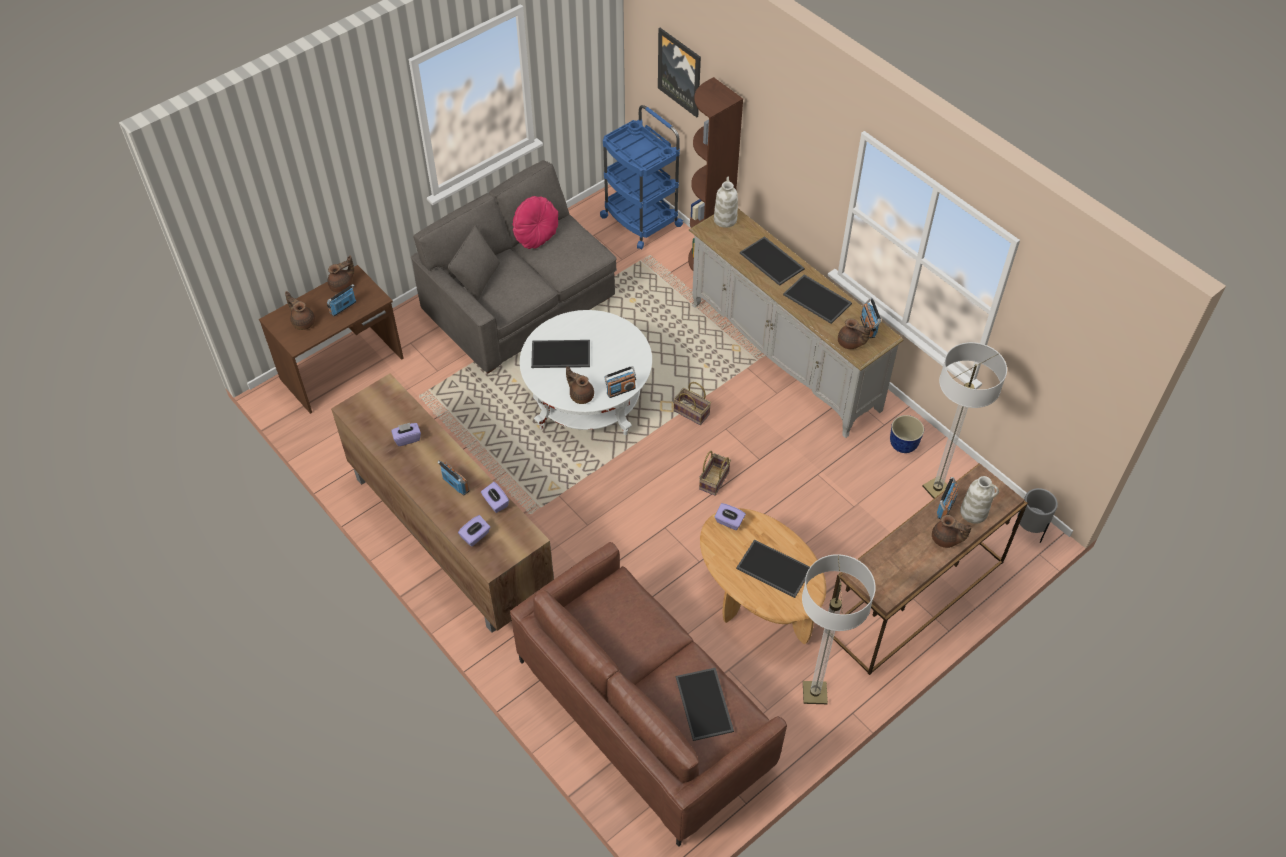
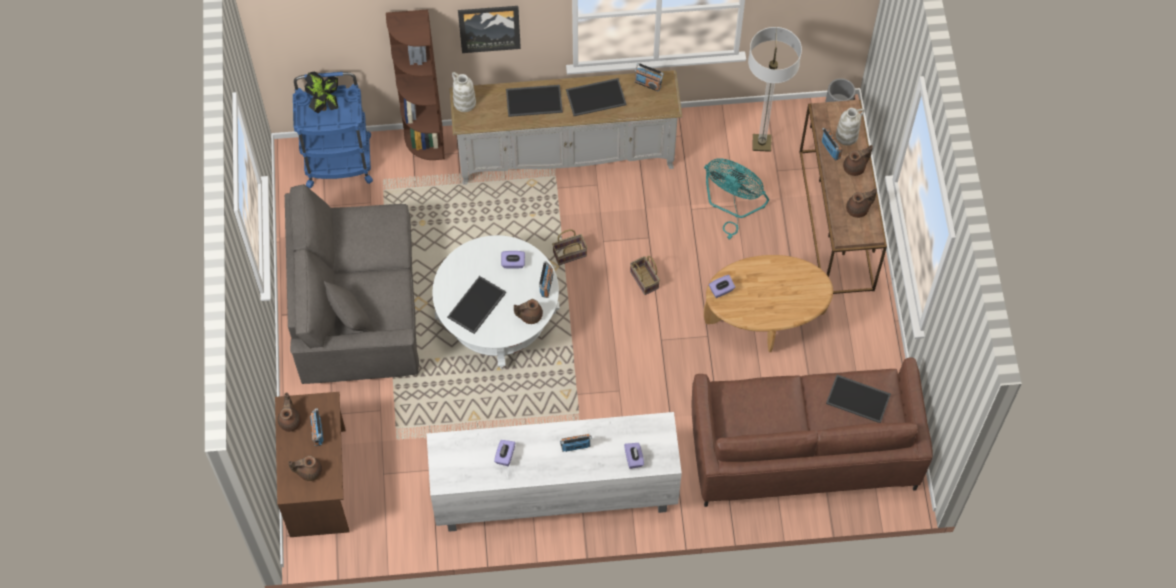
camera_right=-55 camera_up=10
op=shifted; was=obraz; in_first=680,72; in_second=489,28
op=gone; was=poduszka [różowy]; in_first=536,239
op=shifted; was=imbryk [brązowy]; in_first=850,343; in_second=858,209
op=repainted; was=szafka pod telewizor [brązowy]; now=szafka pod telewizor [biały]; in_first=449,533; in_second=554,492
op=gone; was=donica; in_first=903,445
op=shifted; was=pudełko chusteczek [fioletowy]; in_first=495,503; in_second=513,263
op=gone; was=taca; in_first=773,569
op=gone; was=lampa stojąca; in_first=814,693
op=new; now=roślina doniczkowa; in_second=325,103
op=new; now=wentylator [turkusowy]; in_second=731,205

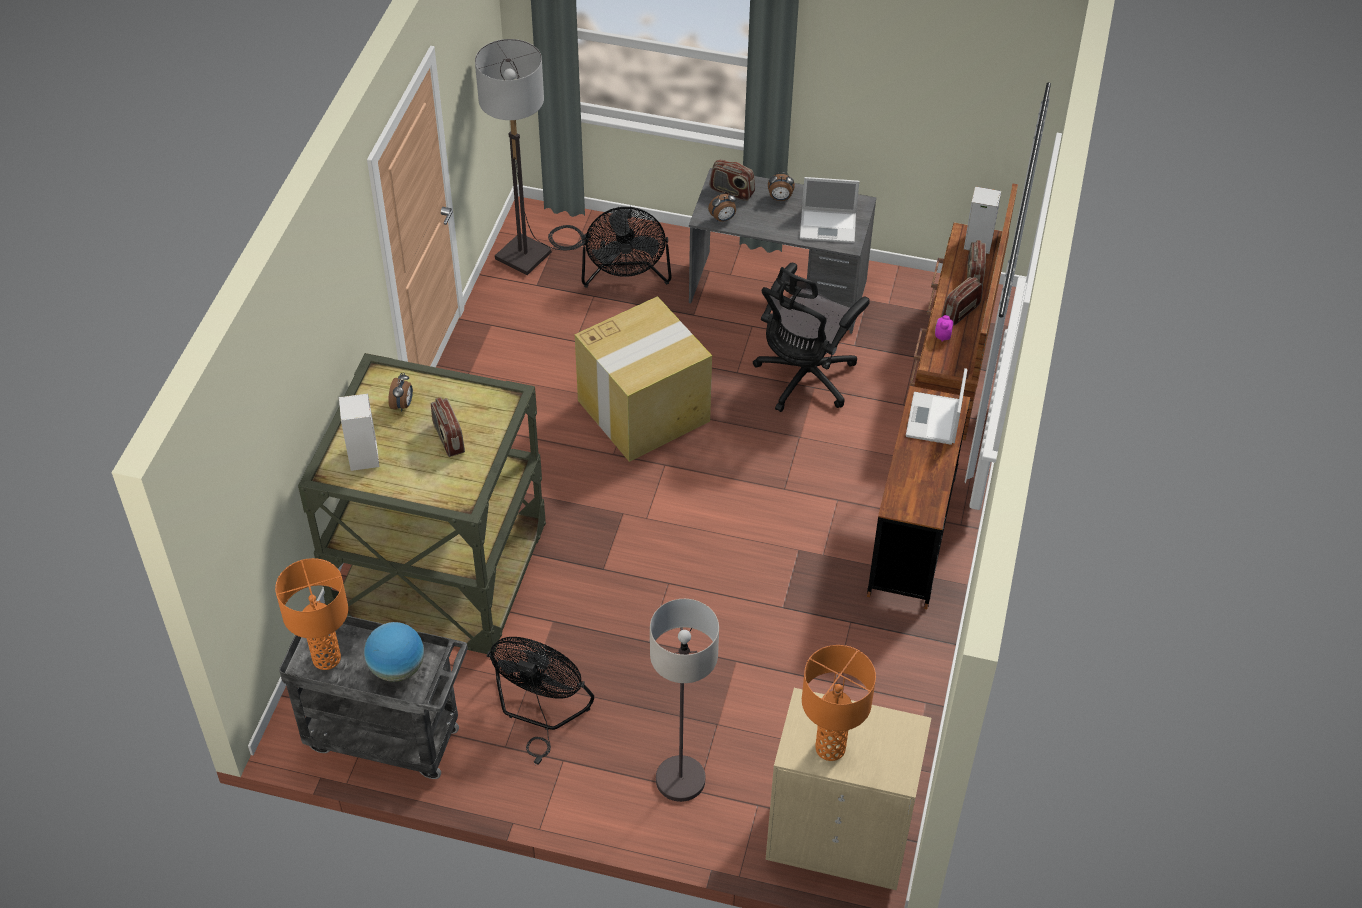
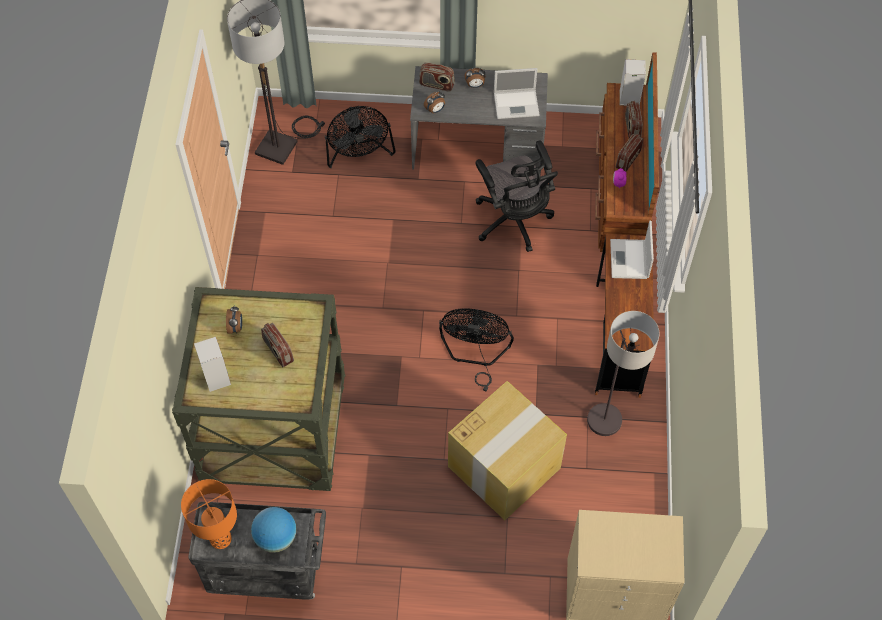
camera_right=-10 camera_up=10
op=rotated; was=krzesło biurowe; in_first=805,379; in_second=513,220; clockwise=-45
op=shifted; was=karton; in_first=645,410; in_second=505,466
op=shifted; was=lampa stojąca [szary]; in_first=681,793; in_second=607,430
op=shifted; was=wentylator [czarny]; in_first=538,712; in_second=475,354
op=gone; was=lampa stołowa [pomarańczowy]; in_first=831,748

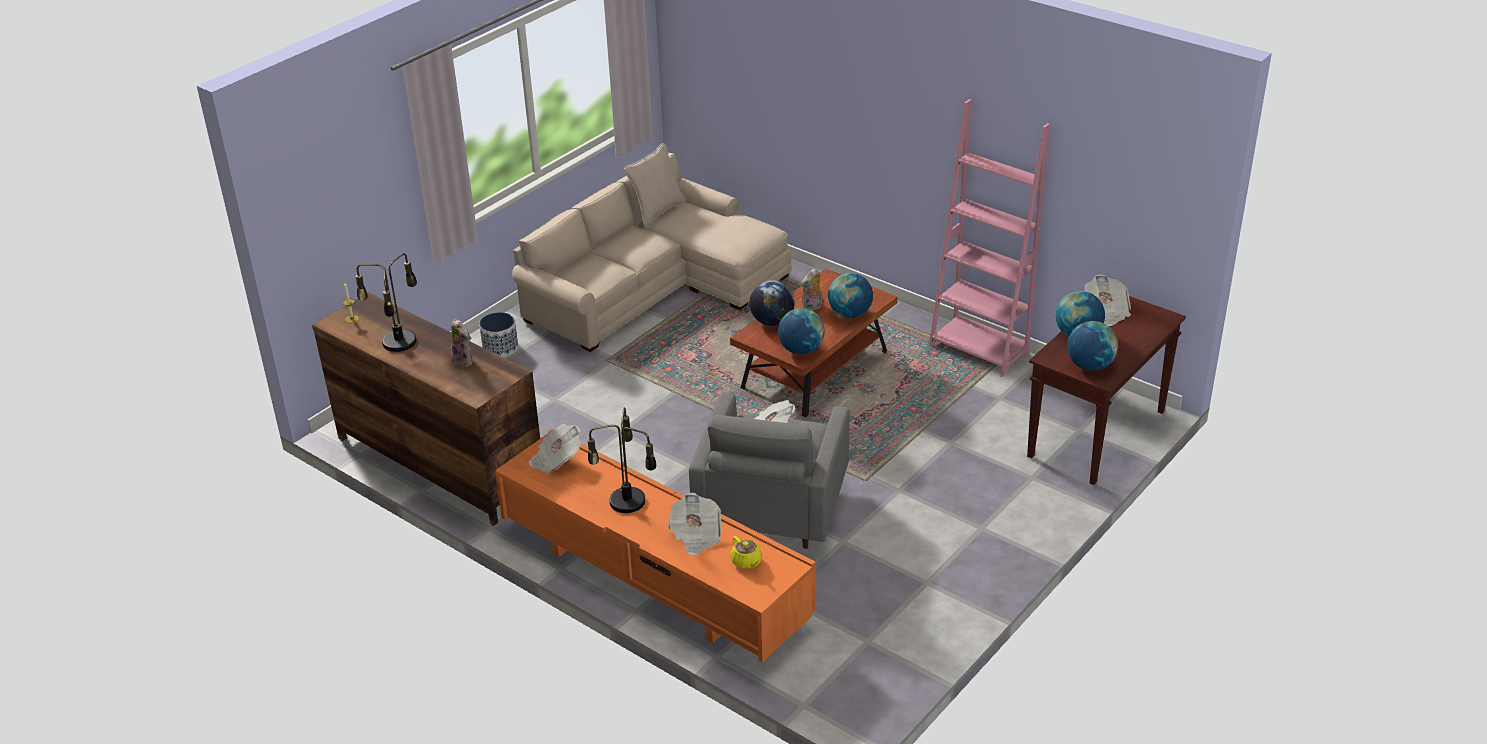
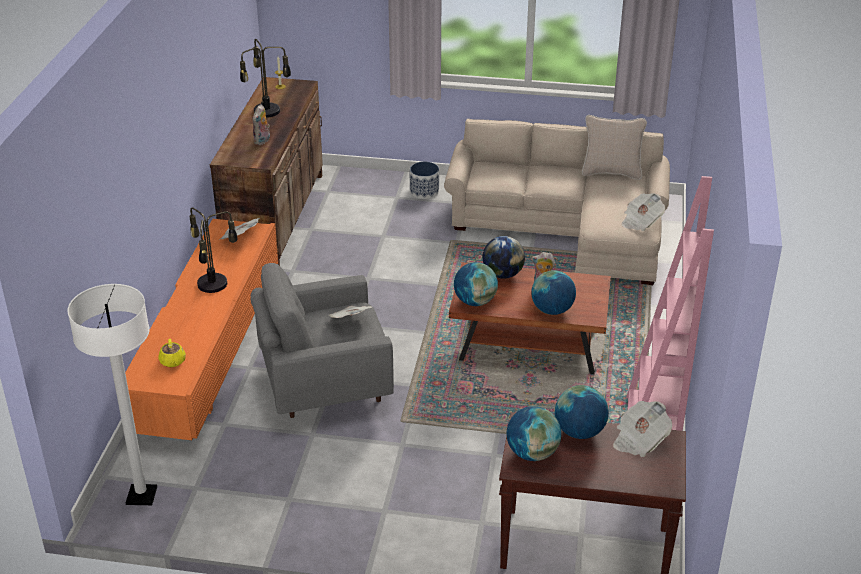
camera_right=60 camera_up=0
op=shifted; was=gazeta; in_first=696,536; in_second=640,222
op=rotated; was=imbryk [żółty]; in_first=746,562; in_second=172,362; clockwise=-45
op=new; now=lampa stojąca [biały]; in_second=141,496

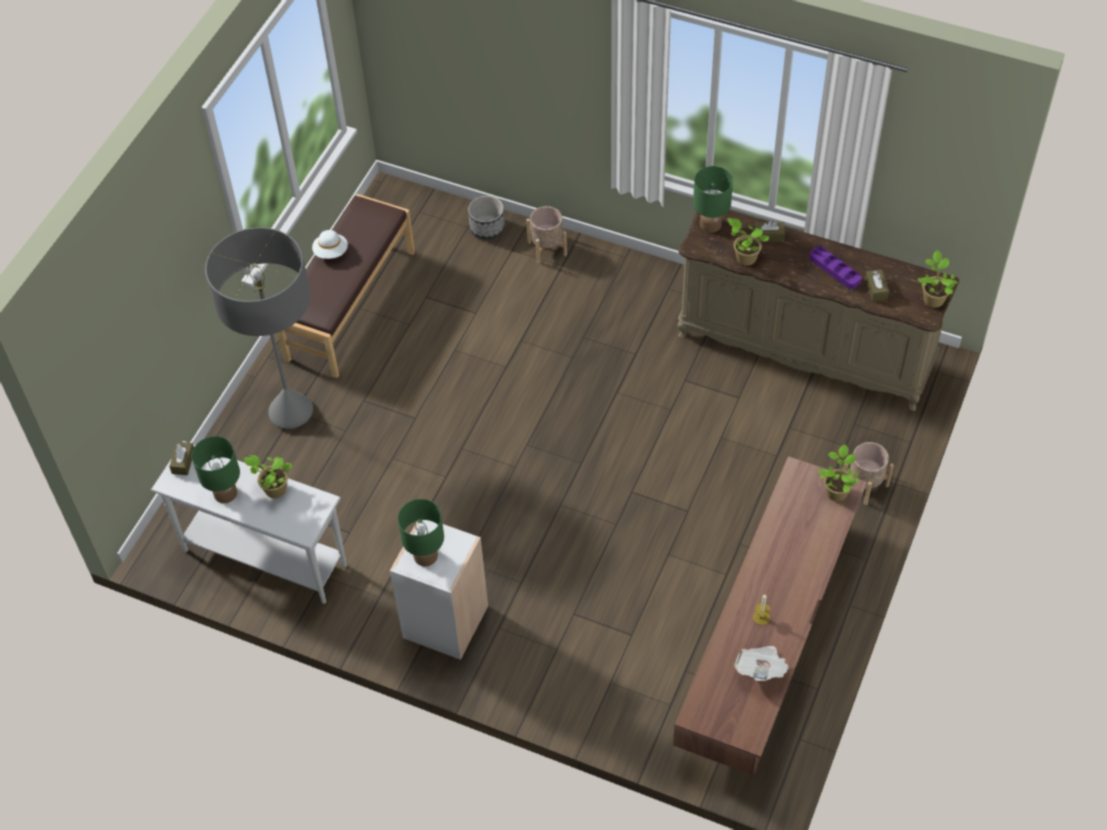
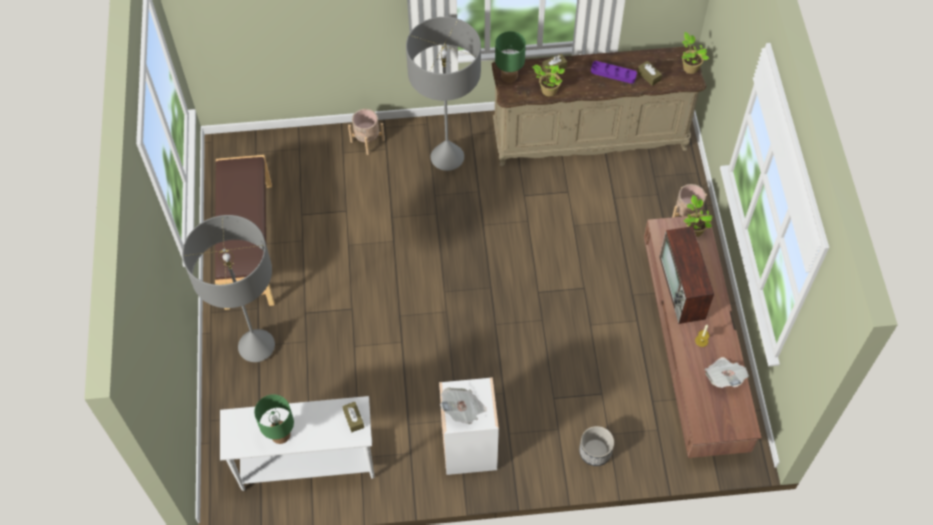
camera_right=-30 camera_up=5
op=shifted; was=donica; in_first=487,228; in_second=595,451
op=gone; was=kapelusz [biały]; in_first=331,252
op=shifted; was=pudełko chusteczek [brązowy]; in_first=183,462; in_second=353,419
op=gone; was=roślina doniczkowa; in_first=273,489
op=swapped; was=lampa stołowa [zielony]; now=gazeta; in_first=426,556; in_second=463,410
op=new; now=lampa stojąca [szary]; in_second=447,159
op=new; now=telewizor; in_second=683,289

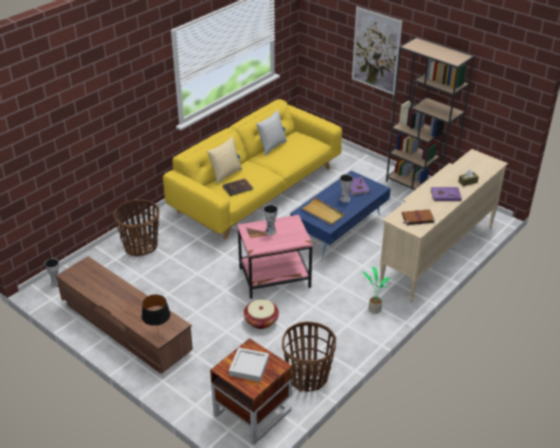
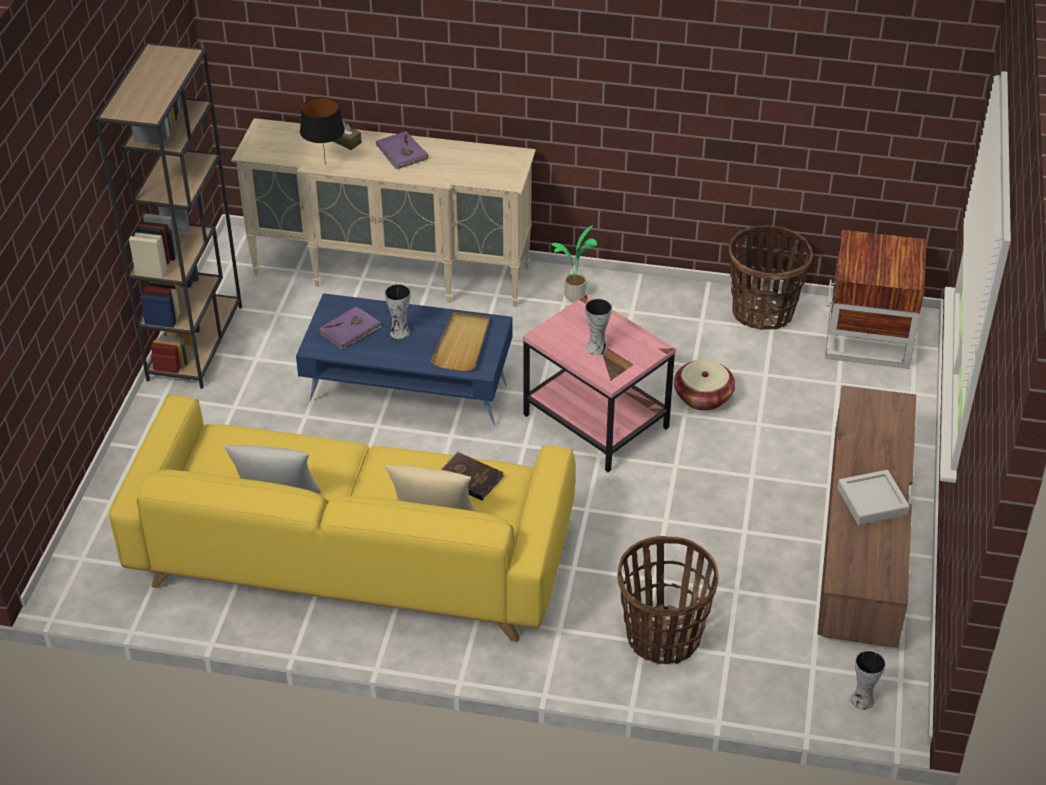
camera_right=-120 camera_up=5
op=gone; was=obraz; in_first=376,51
op=gone; was=książka [brązowy]; in_first=417,218
op=shifted; was=lampa stołowa [czarny]; in_first=158,333; in_second=324,164
op=shifted; was=taca [szary]; in_first=249,367; in_second=872,501

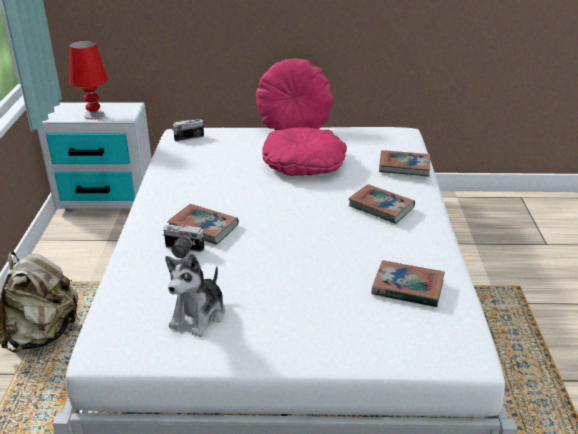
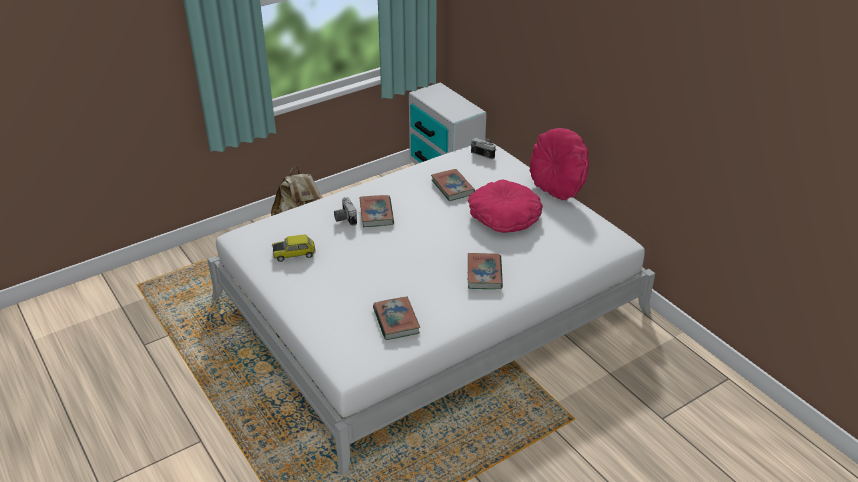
camera_right=55 camera_up=5
op=gone; was=lampa stołowa [czerwony]; in_first=94,115
op=shifted; was=książka; in_first=404,166; in_second=452,187
op=swapped; was=pluszak; now=samochodzik; in_first=199,315; in_second=294,253

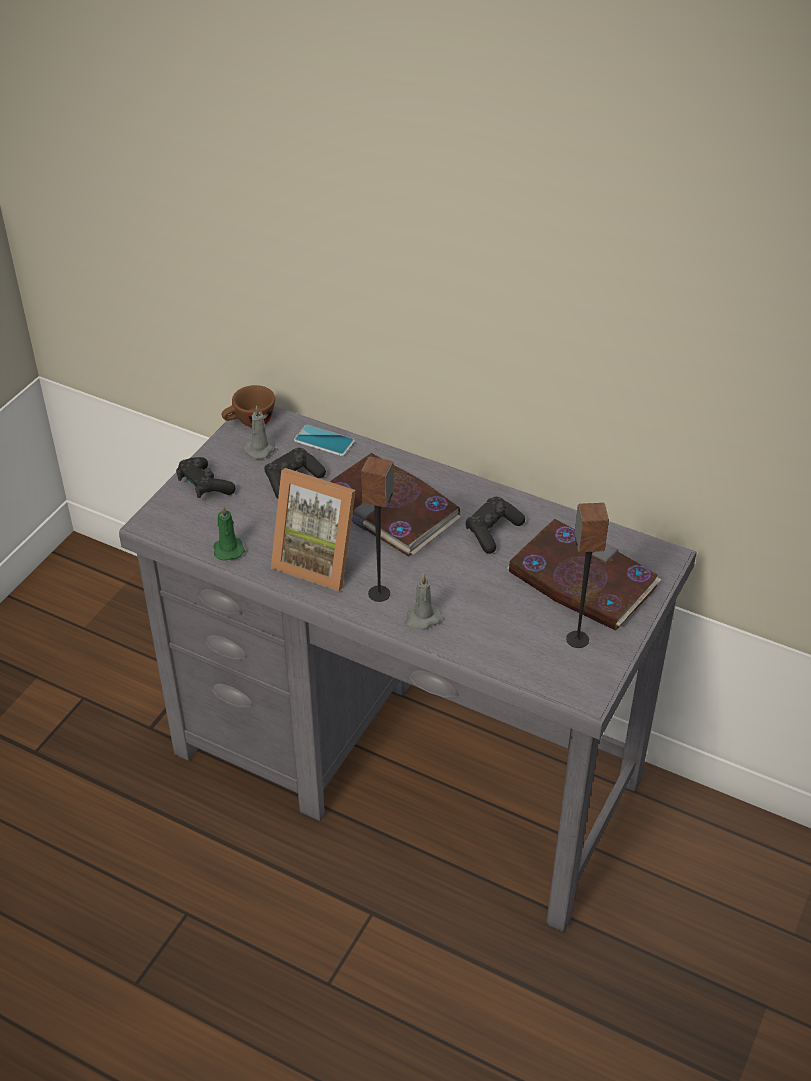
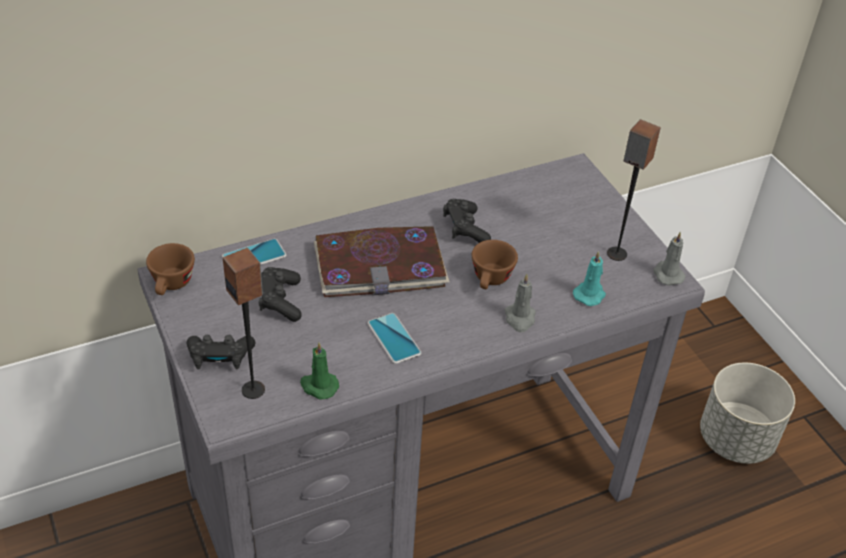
camera_right=-55 camera_up=0
op=shifted; was=świeca [szary]; in_first=261,449; in_second=667,274
op=shifted; was=głośnik; in_first=379,594; in_second=253,389
op=swapped; was=ramka na zdjęcie; now=telefon; in_first=319,560; in_second=394,339
op=gone; was=książka; in_first=581,580
op=new; now=filiżanka [brązowy]; in_second=491,280
op=new; now=świeca [turkusowy]; in_second=590,294
op=new; now=donica [szary]; in_second=736,439

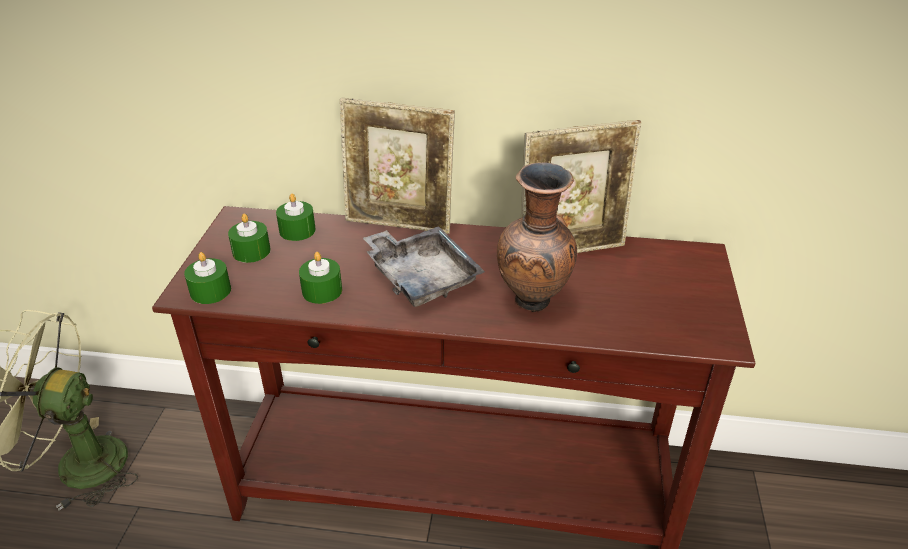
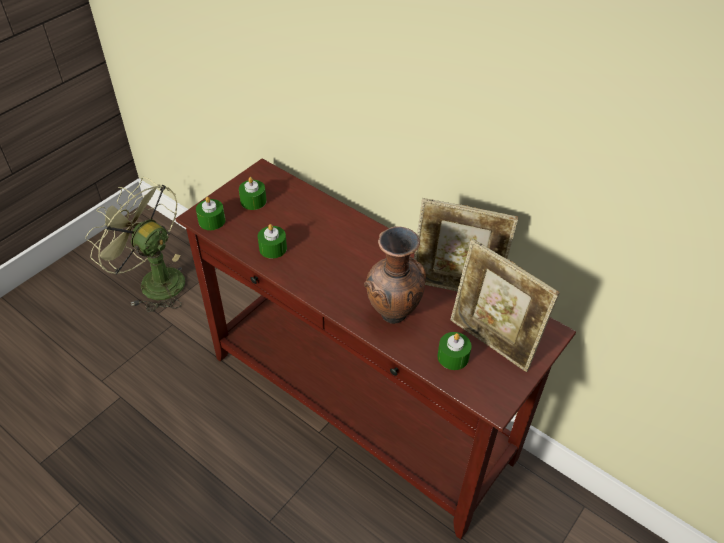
camera_right=30 camera_up=10
op=shifted; was=ramka na zdjęcie; in_first=399,224; in_second=491,343
op=shifted; was=świeca [zielony]; in_first=297,230; in_second=453,357
op=gone; was=taca [szary]; in_first=421,277

